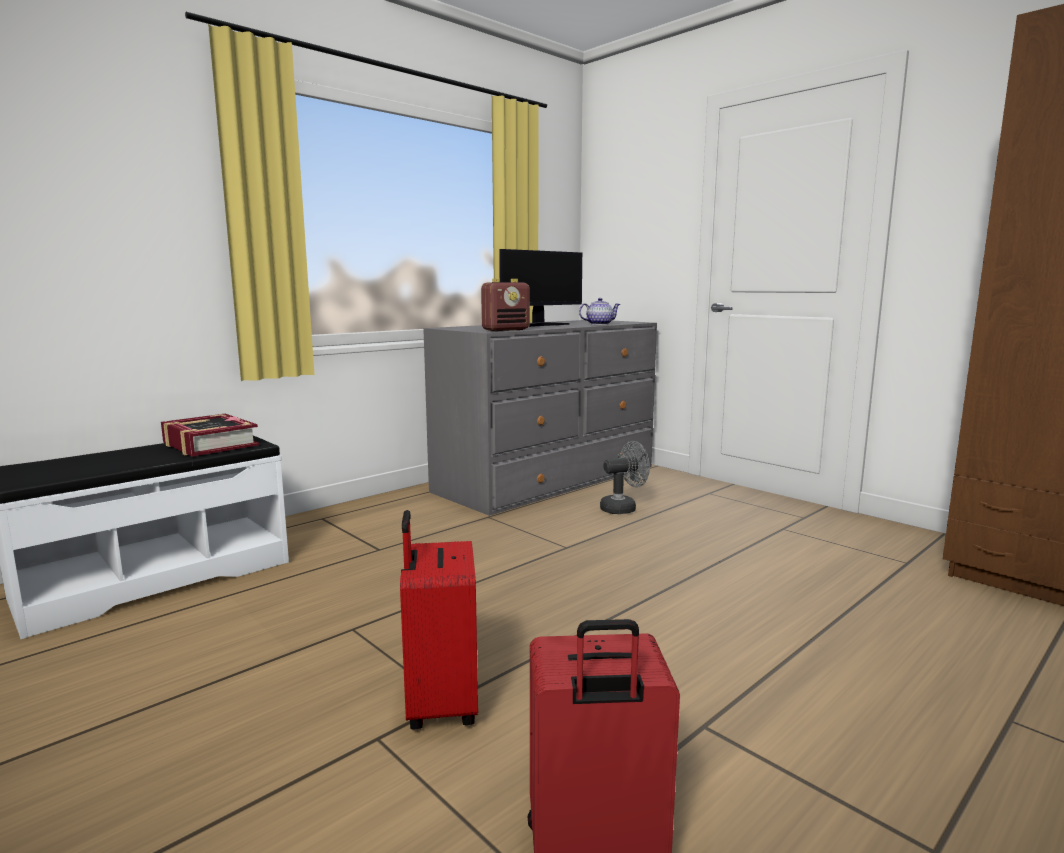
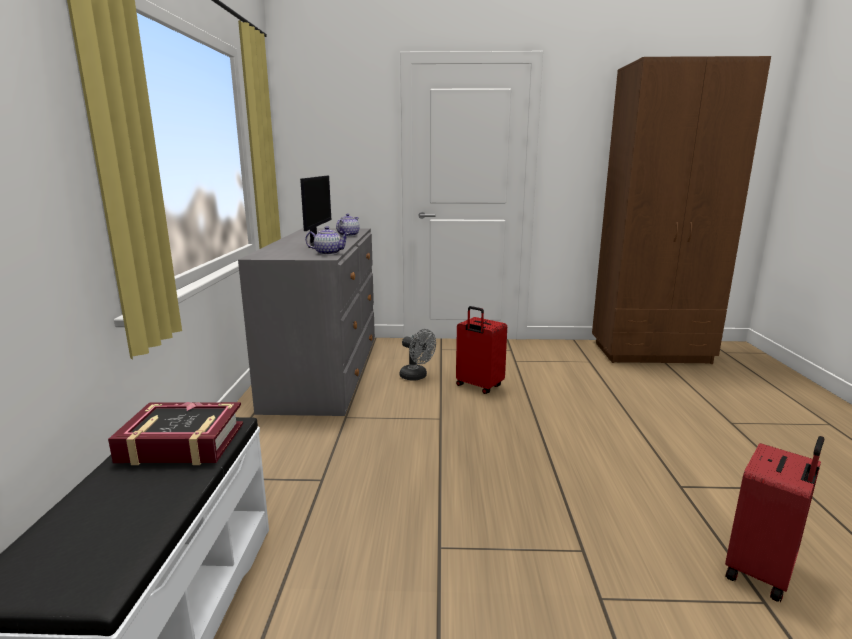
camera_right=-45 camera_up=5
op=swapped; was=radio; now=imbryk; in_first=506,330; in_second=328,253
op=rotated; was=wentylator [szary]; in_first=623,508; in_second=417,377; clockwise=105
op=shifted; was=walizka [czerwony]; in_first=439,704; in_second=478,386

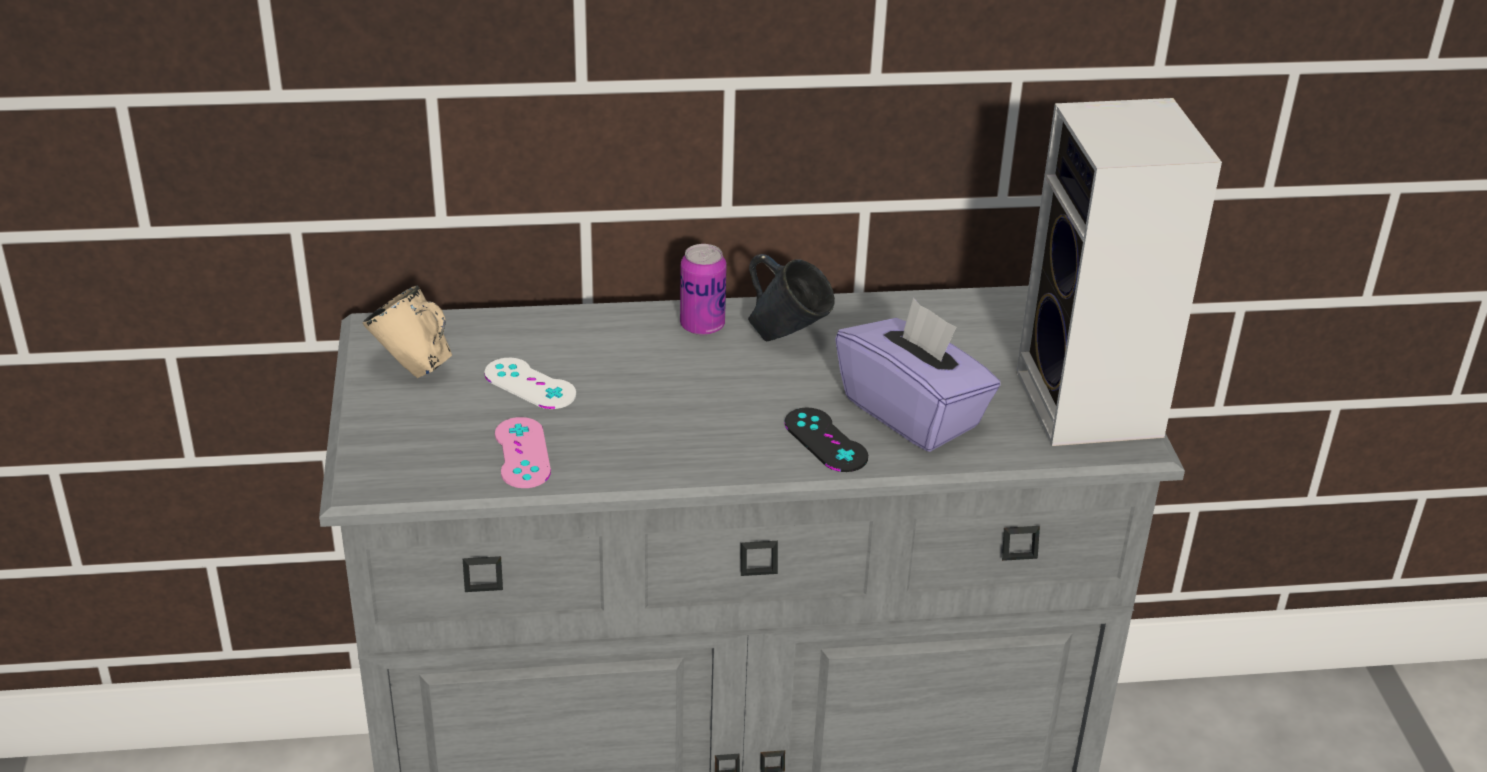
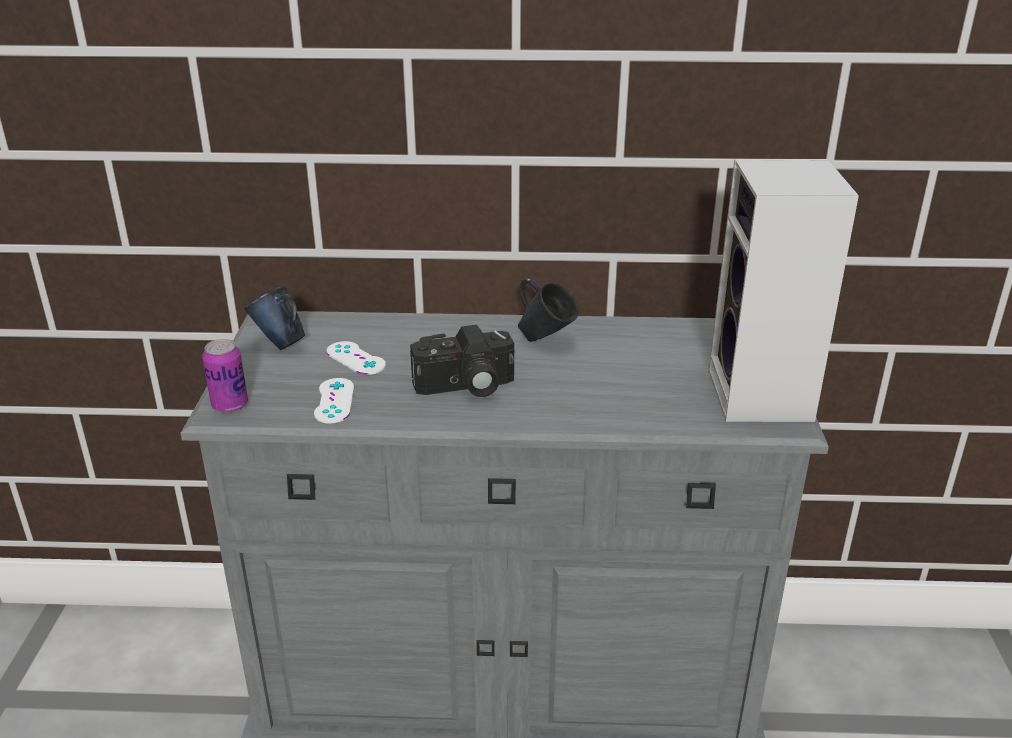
camera_right=10 camera_up=-5
op=shifted; was=puszka; in_first=702,326; in_second=230,405
op=repainted; was=kubek [beżowy]; now=kubek [niebieski]; in_first=413,368; in_second=280,344
op=gone; was=pudełko chusteczek [fioletowy]; in_first=913,413
op=gone; was=pad do gier [czarny]; in_first=825,440
op=repainted; was=pad do gier [różowy]; now=pad do gier [biały]; in_first=522,453; in_second=334,401
op=new; now=aparat fotograficzny; in_second=465,387

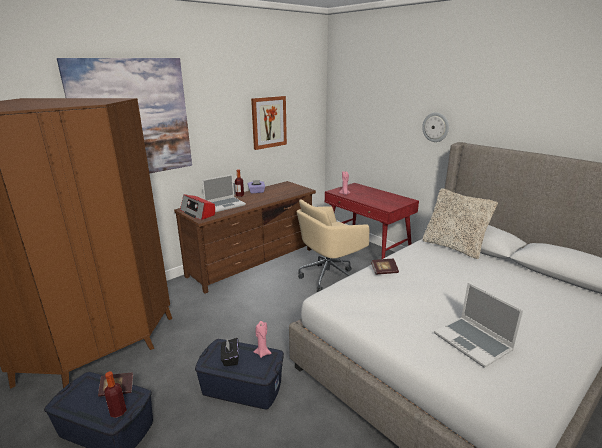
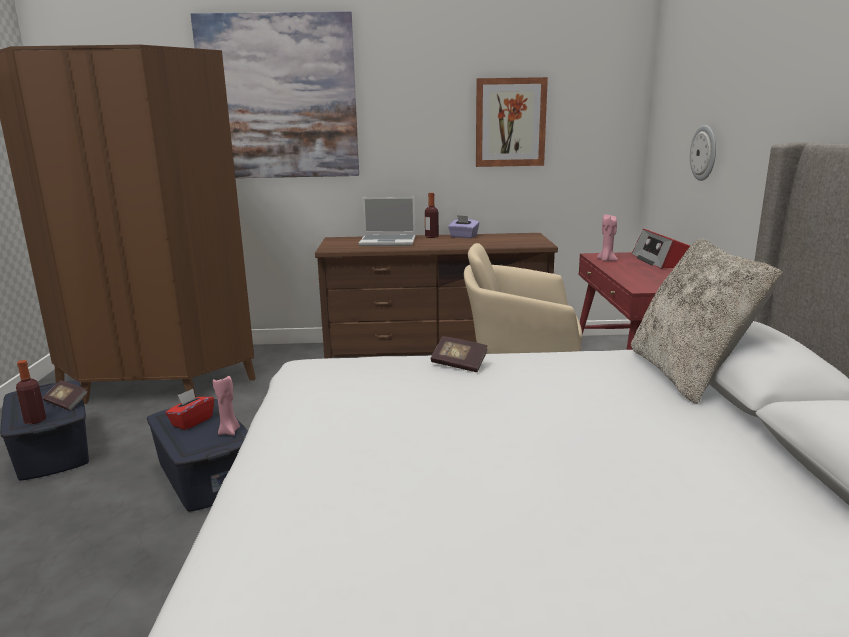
camera_right=40 camera_up=-5
op=shifted; was=zegar ścienny; in_first=435,127; in_second=704,153
op=shifted; was=radio; in_first=198,213; in_second=660,261
op=gone; was=laptop; in_first=473,342
op=repainted; was=pudełko chusteczek [czarny]; now=pudełko chusteczek [czerwony]; in_first=230,358; in_second=192,421

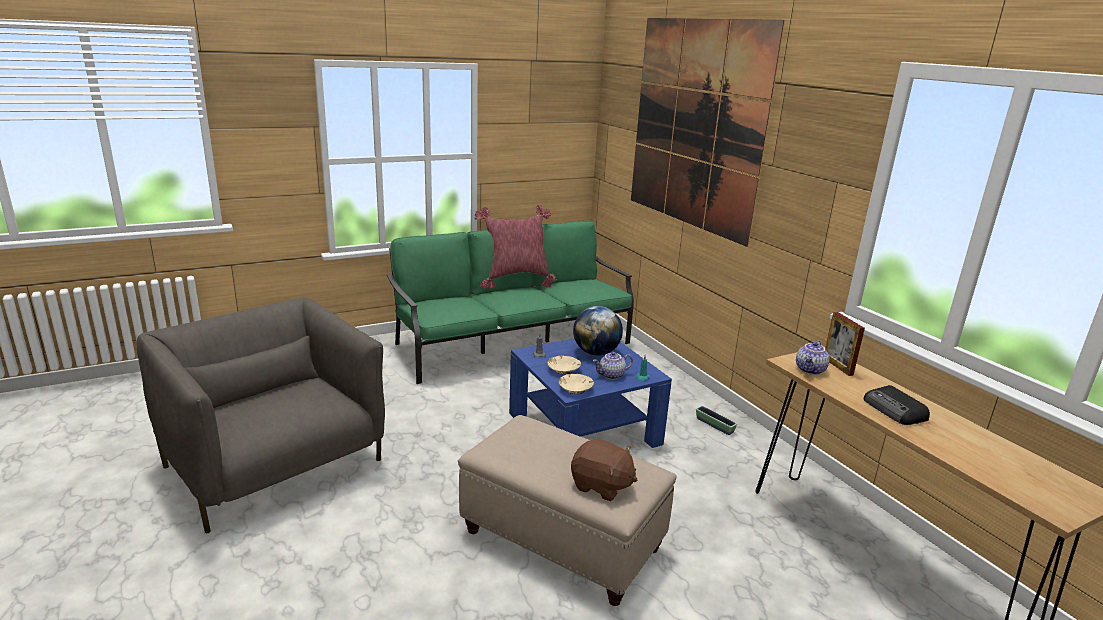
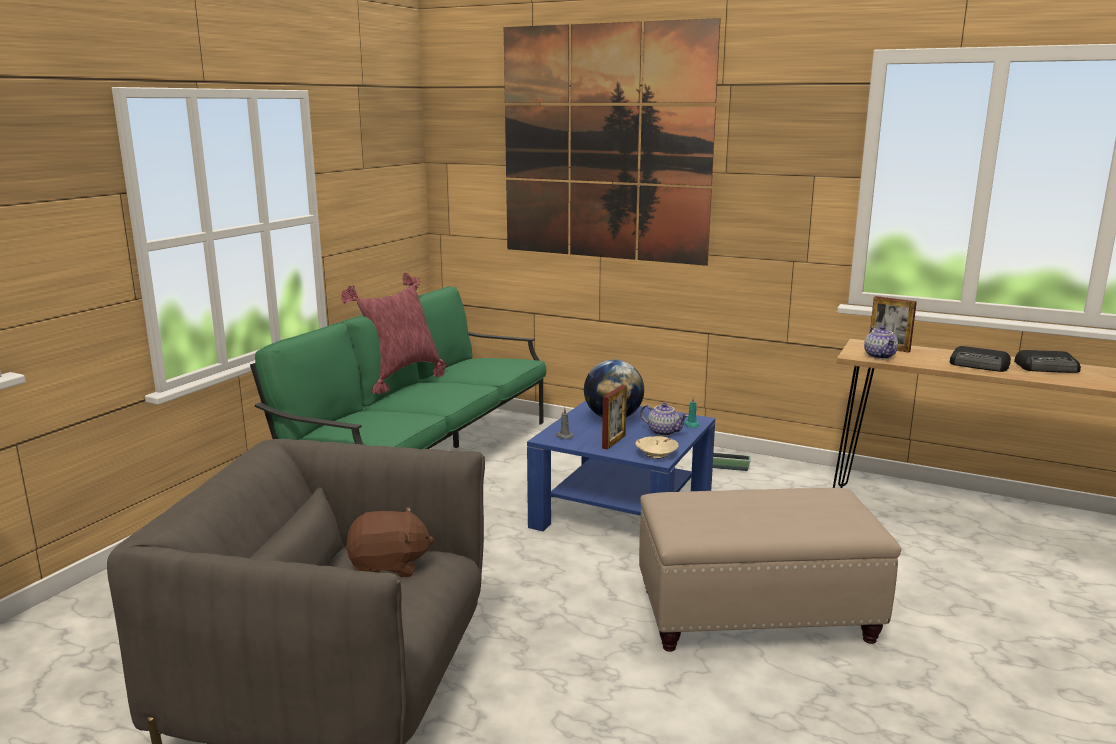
camera_right=-35 camera_up=-5
op=rotated; was=imbryk; in_first=611,375; in_second=664,432; clockwise=-90
op=swapped; was=miska [beżowy]; now=ramka na zdjęcie; in_first=563,370; in_second=614,442
op=shifted; was=pluszak [brązowy]; in_first=601,486; in_second=389,567
op=new; now=radio; in_second=1048,368

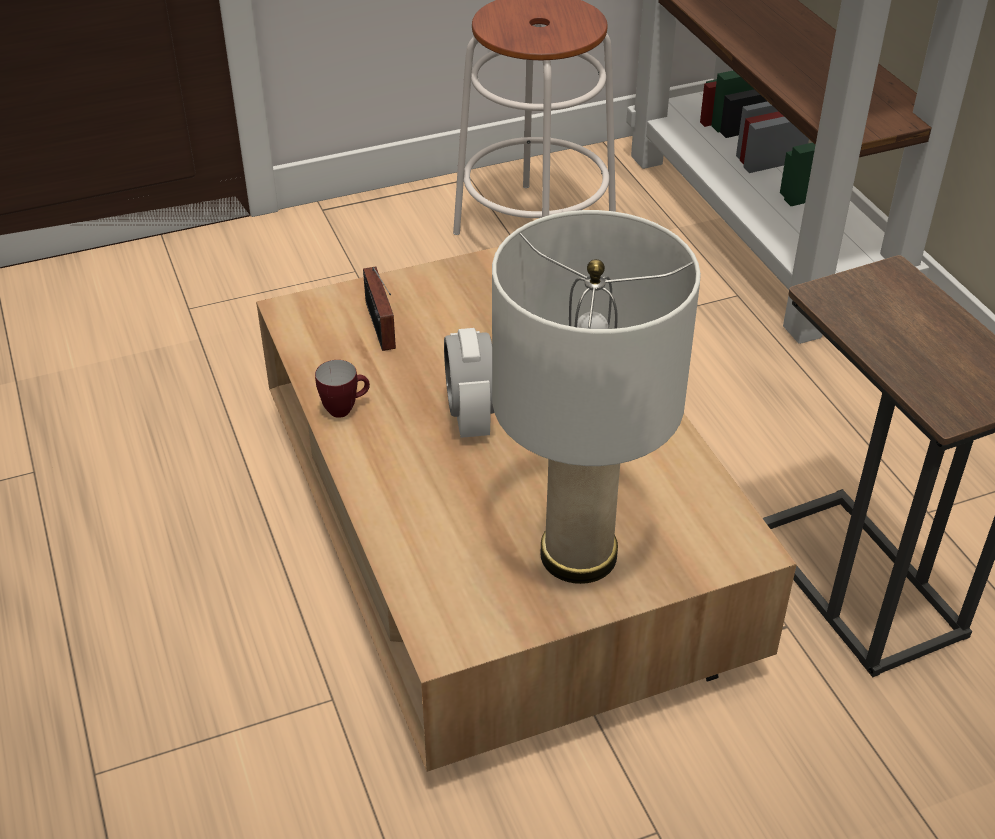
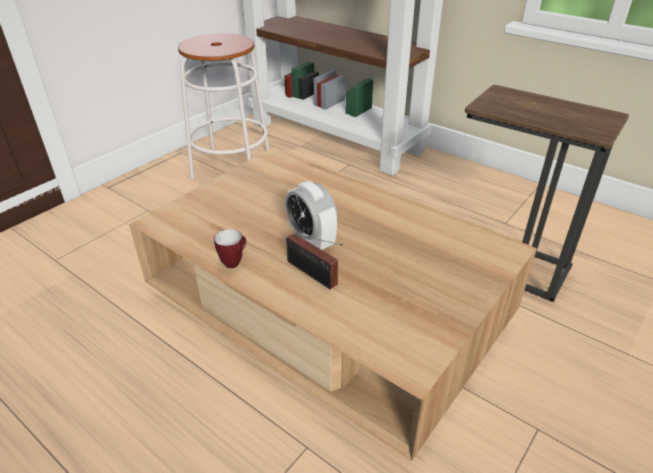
camera_right=-30 camera_up=-5
op=gone; was=lampa stołowa [biały]; in_first=578,553
op=shifted; was=radio; in_first=380,328; in_second=314,275

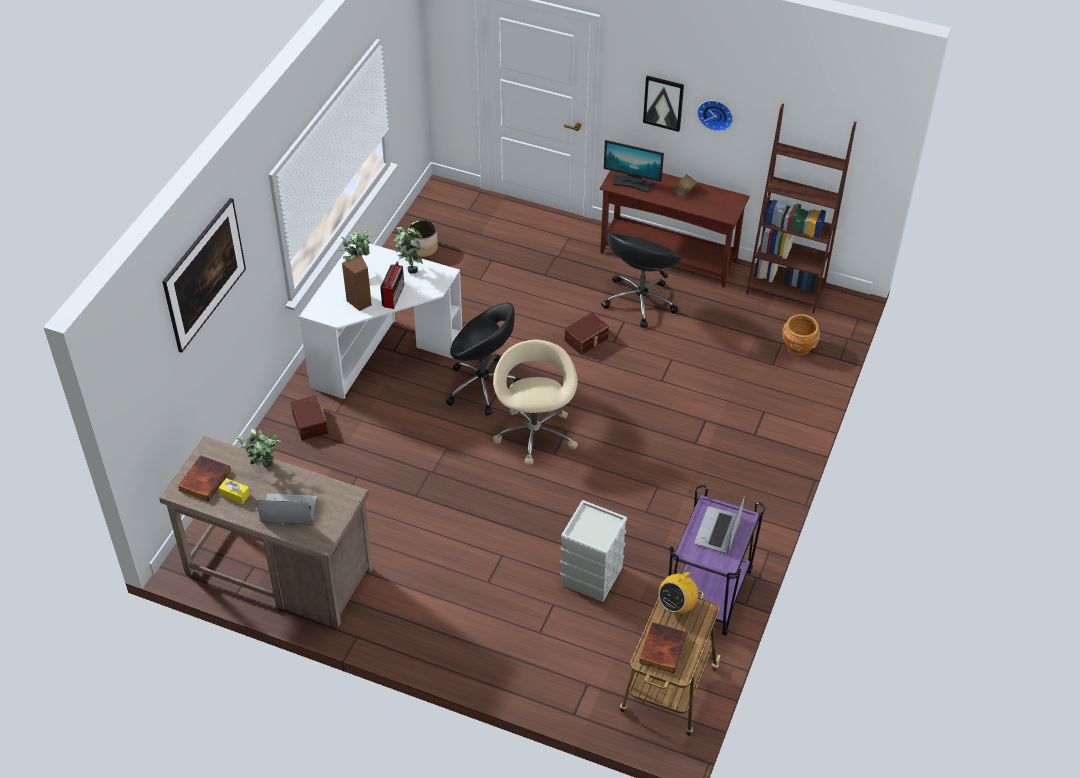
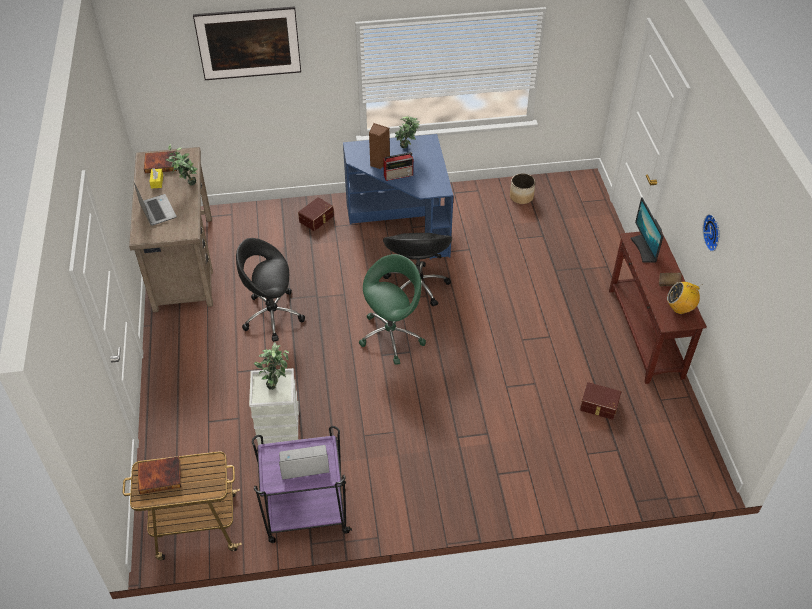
camera_right=60 camera_up=0
op=gone; was=obraz; in_first=663,102
op=gone; was=regał [brązowy]; in_first=785,290
op=shifted; was=roślina doniczkowa; in_first=410,268; in_second=275,382
op=shifted; was=krzesło biurowe [czarny]; in_first=639,303; in_second=271,315
op=repainted; was=biurko [biały]; now=biurko [niebieski]; in_first=382,356; in_second=402,224
op=shifted; was=pojemnik do przechowywania [brązowy]; in_first=587,339; in_second=599,406
op=gone; was=donica [brązowy]; in_first=799,346
op=repainted; was=krzesło biurowe [beżowy]; now=krzesło biurowe [zielony]; in_first=535,434; in_second=392,336
op=shifted; was=radio; in_first=677,605; in_second=680,308

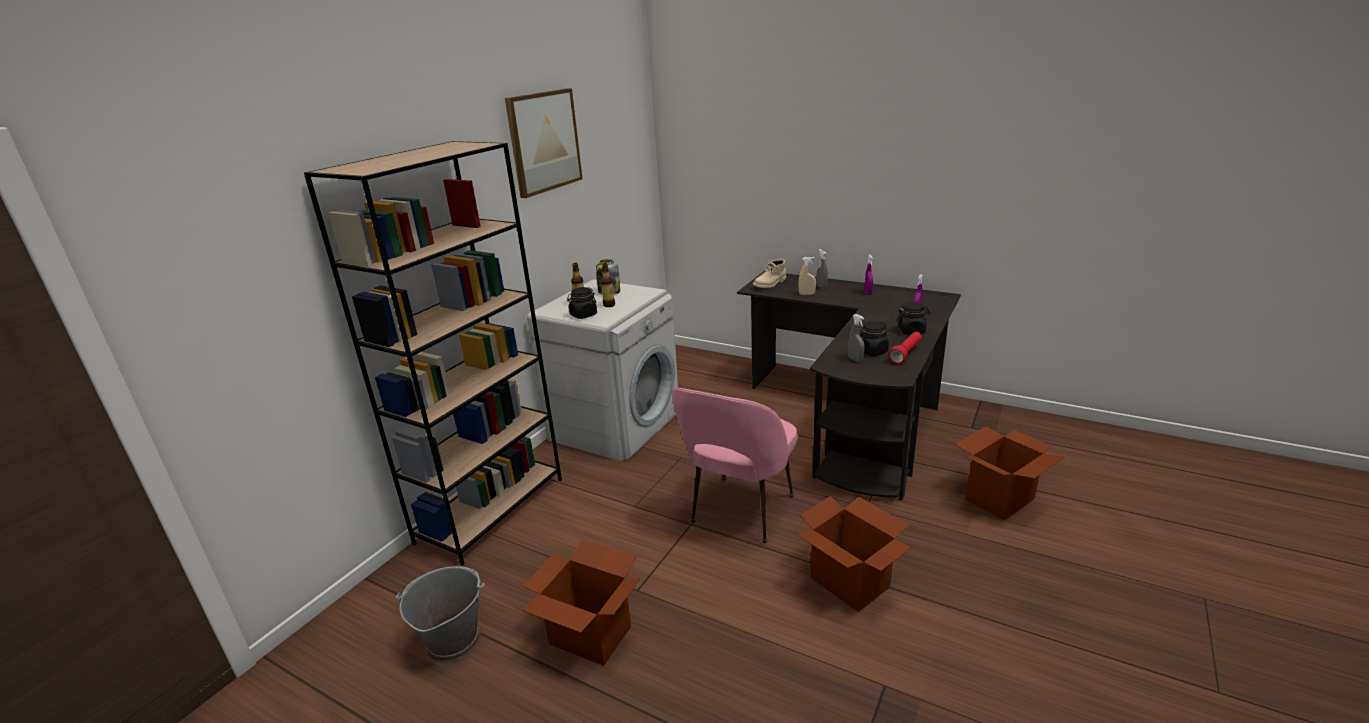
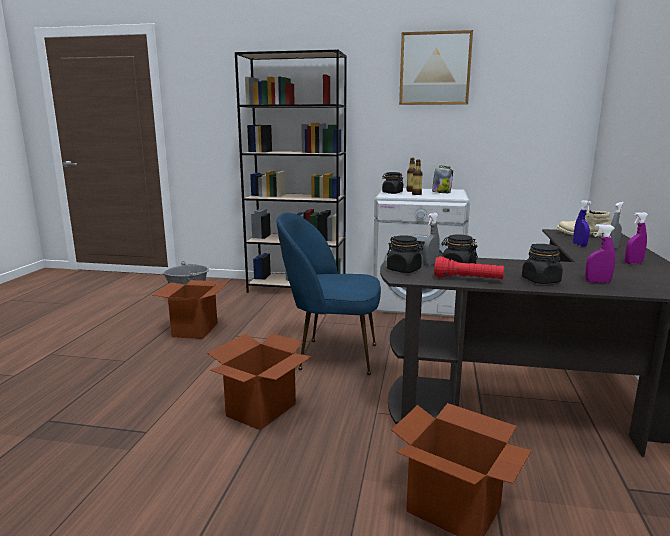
camera_right=70 camera_up=-10
op=repainted; was=spryskiwacz [beżowy]; now=spryskiwacz [niebieski]; in_first=807,294; in_second=579,245
op=repainted; was=krzesło [różowy]; now=krzesło [niebieski]; in_first=739,514; in_second=331,356
op=new; now=słoik [czarny]; in_second=404,270

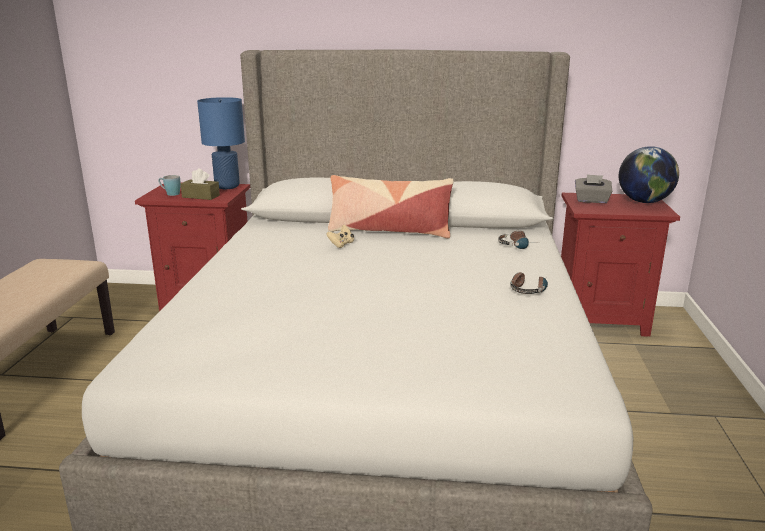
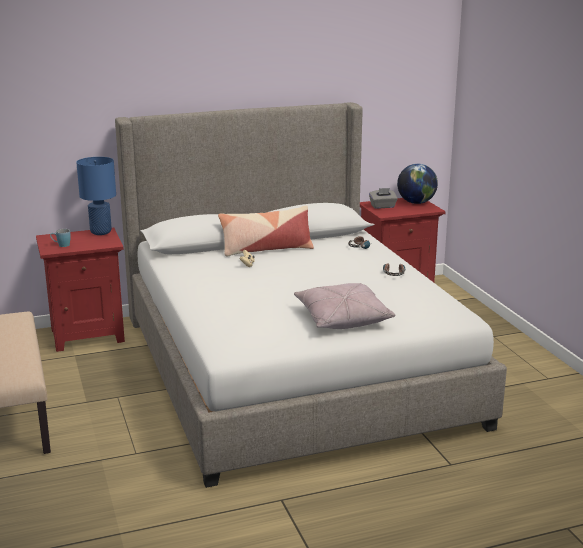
camera_right=-25 camera_up=0
op=gone; was=pudełko chusteczek [brązowy]; in_first=201,196
op=new; now=poduszka [fioletowy]; in_second=342,319

